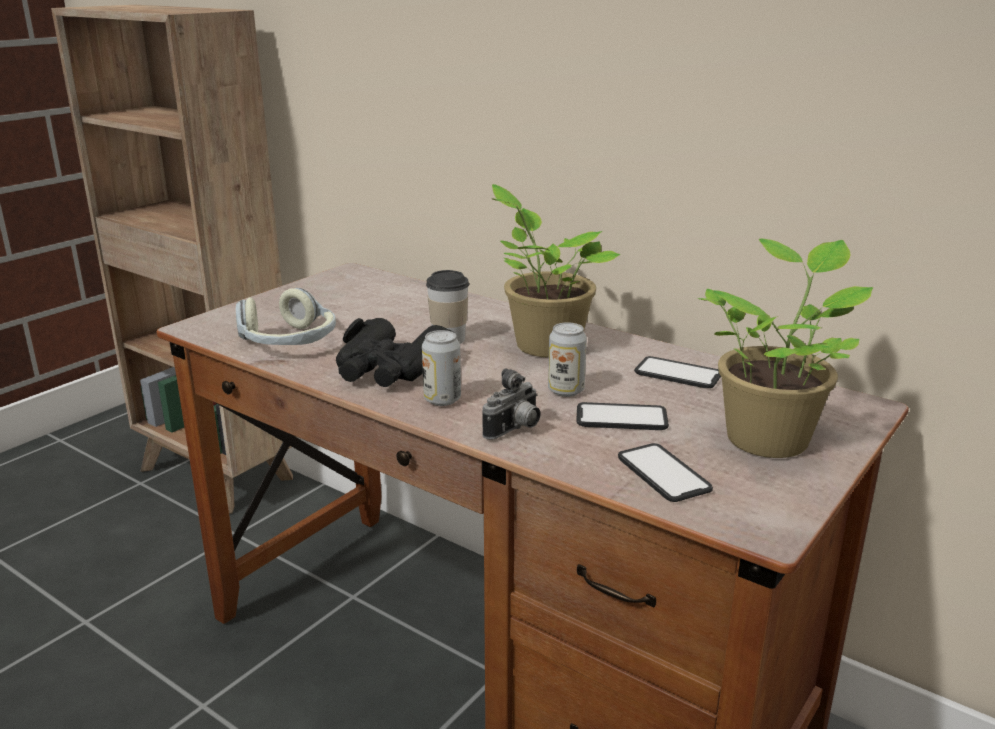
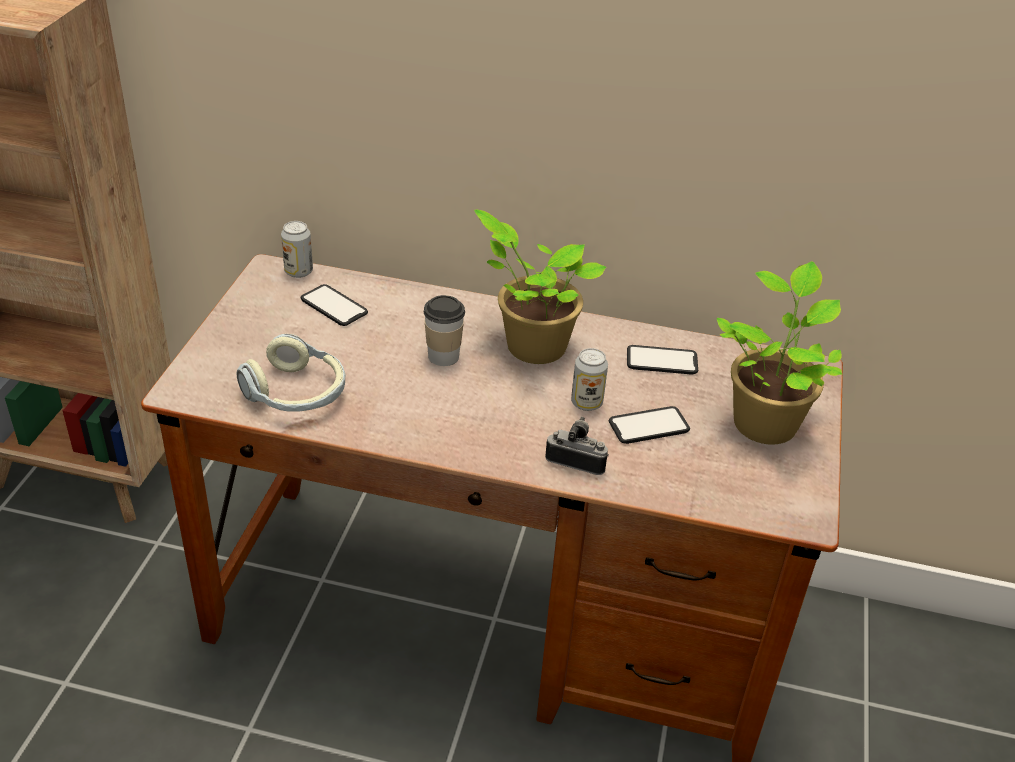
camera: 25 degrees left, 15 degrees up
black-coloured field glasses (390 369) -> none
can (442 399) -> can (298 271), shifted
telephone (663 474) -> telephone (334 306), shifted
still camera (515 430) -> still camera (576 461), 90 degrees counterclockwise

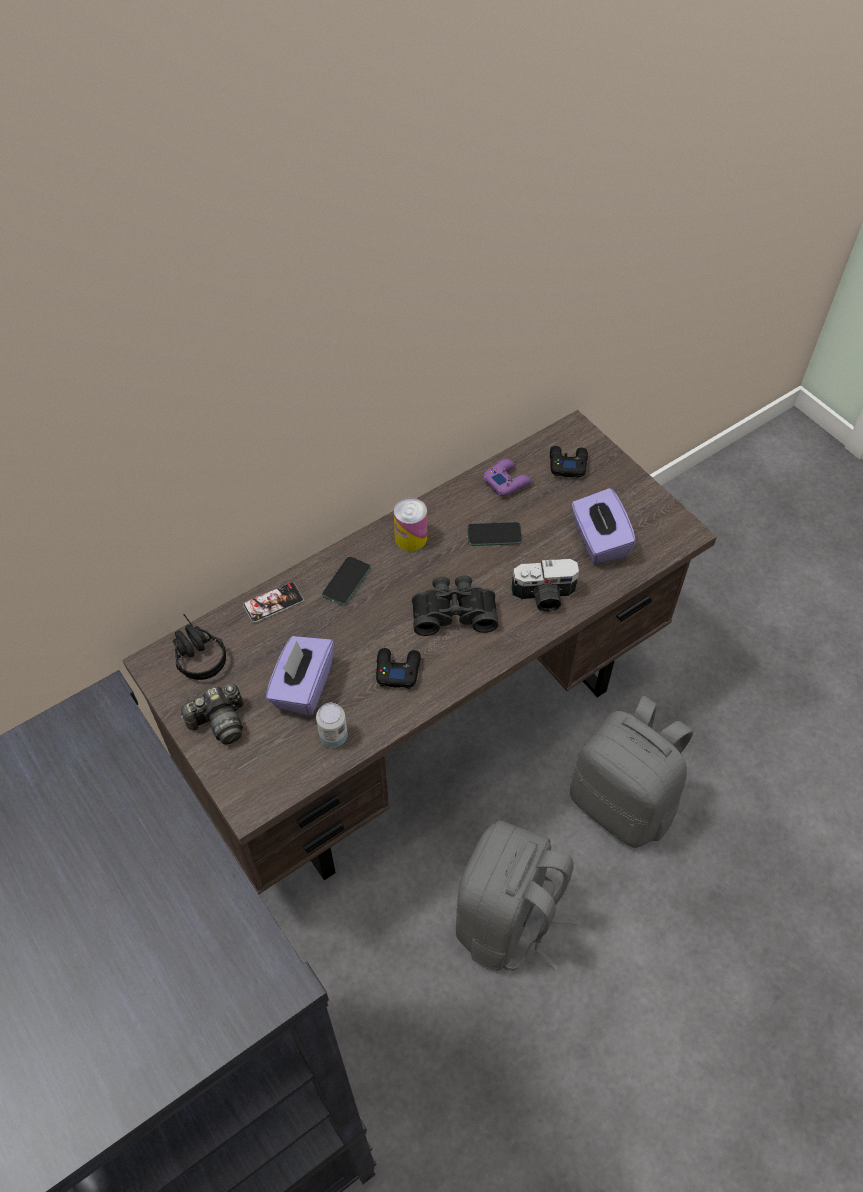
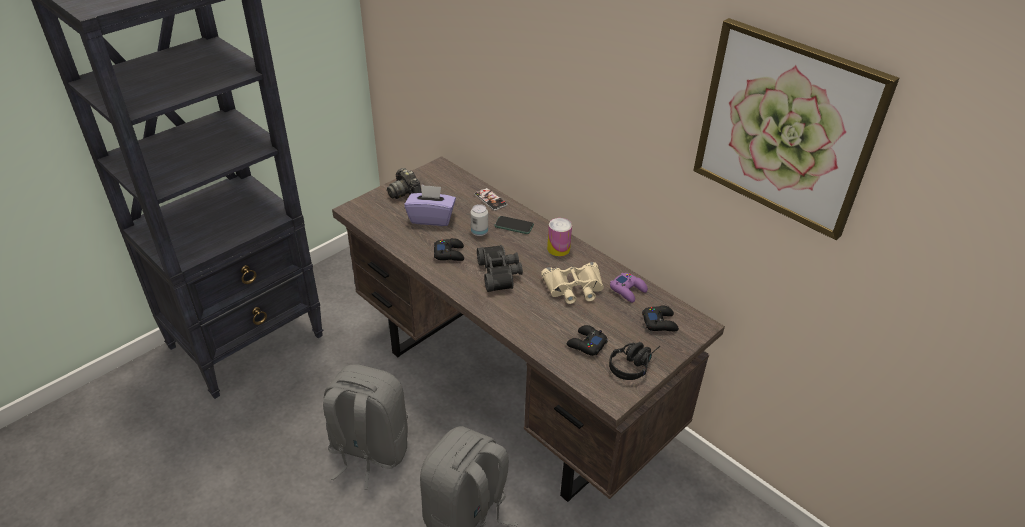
camera: 80 degrees right, 15 degrees down
still camera (544 597) -> none
none -> wall art (785 128)
black-coloured headphones (196 653) -> black-coloured headphones (634 364), shifted
can (333 736) -> can (479 232), shifted
telephone (494 535) -> sand-coloured field glasses (574 288)
purple-coloured tissue holder (598 541) -> black-coloured game controller (586 344)

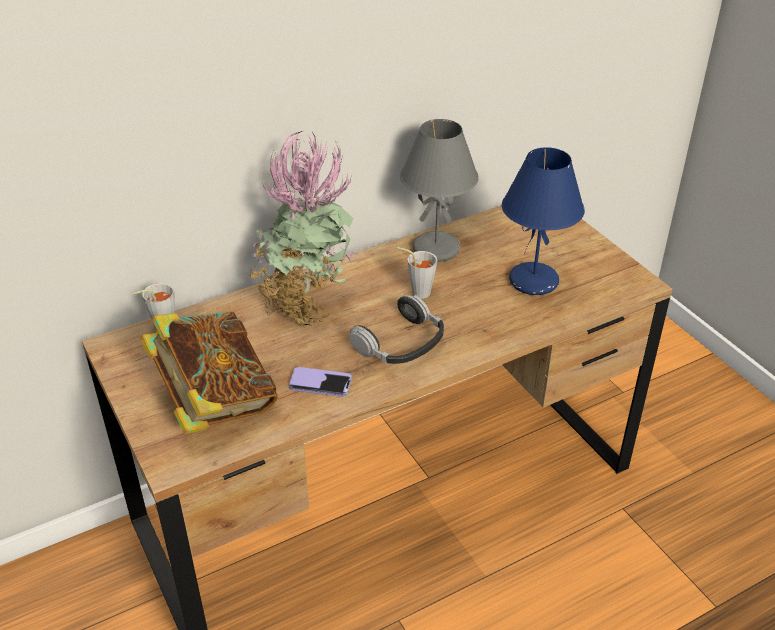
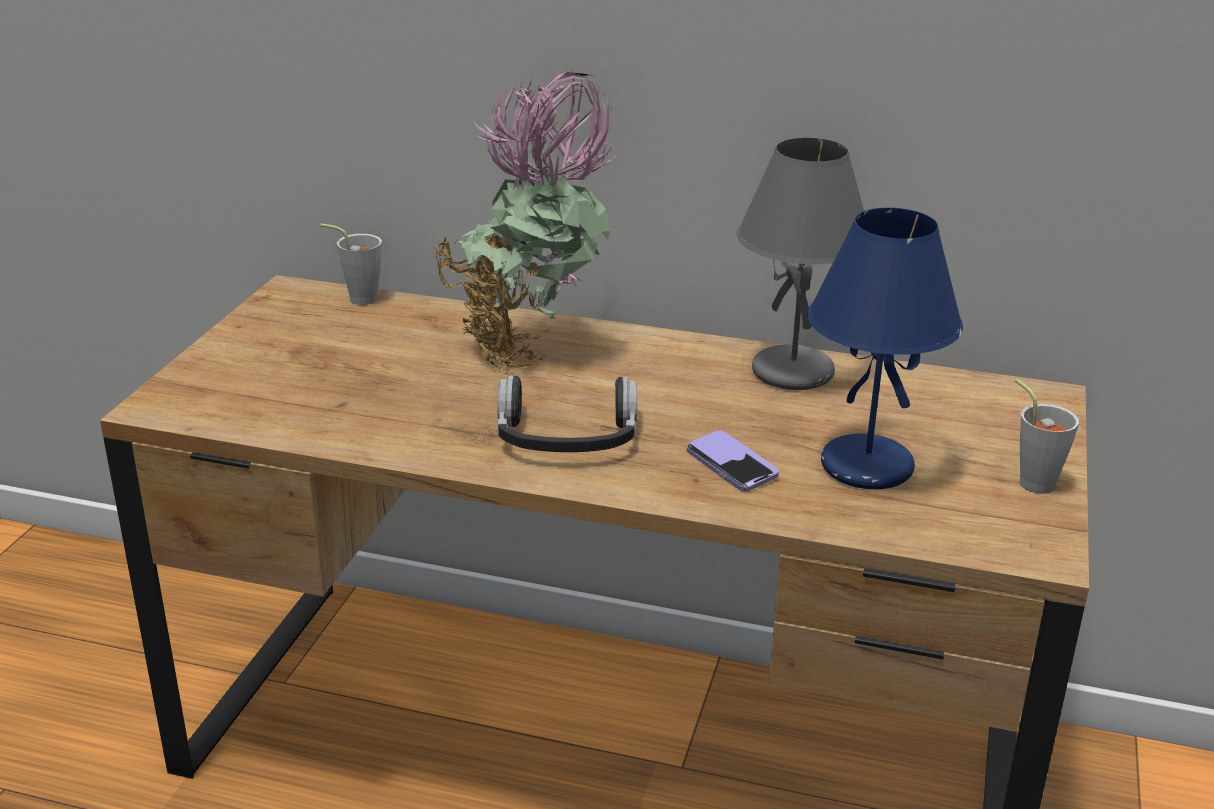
camera: 45 degrees right, 10 degrees down
book (215 403) -> none
telephone (320 383) -> telephone (731 464), shifted
grey cup (417 291) -> grey cup (1031 480), shifted

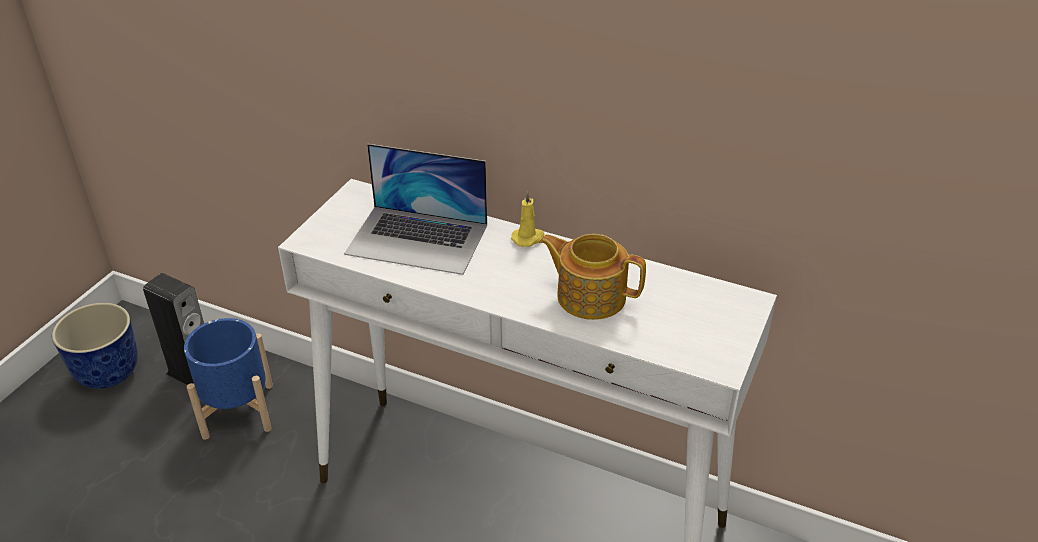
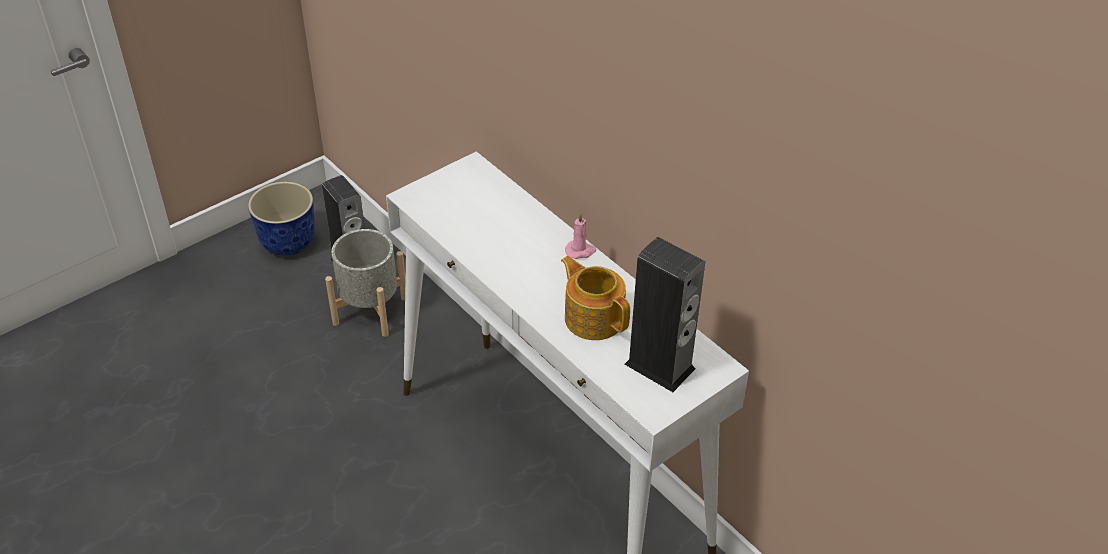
camera: 25 degrees right, 5 degrees up
notebook computer (417 239) -> none
none -> speaker (659 366)
blue plant pot (237 410) -> grey plant pot (370 310)
yellow wax light (528 238) -> pinkish wax light (580 251)

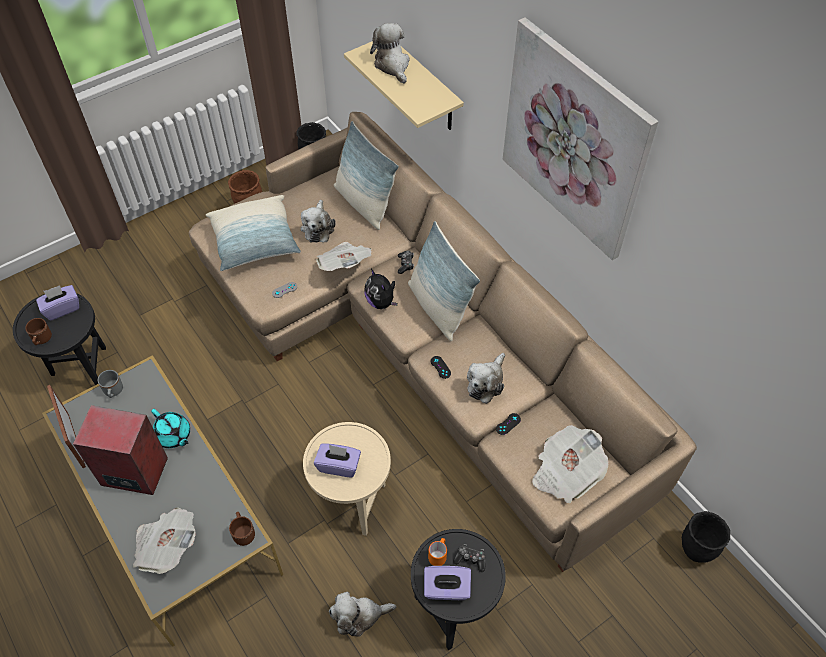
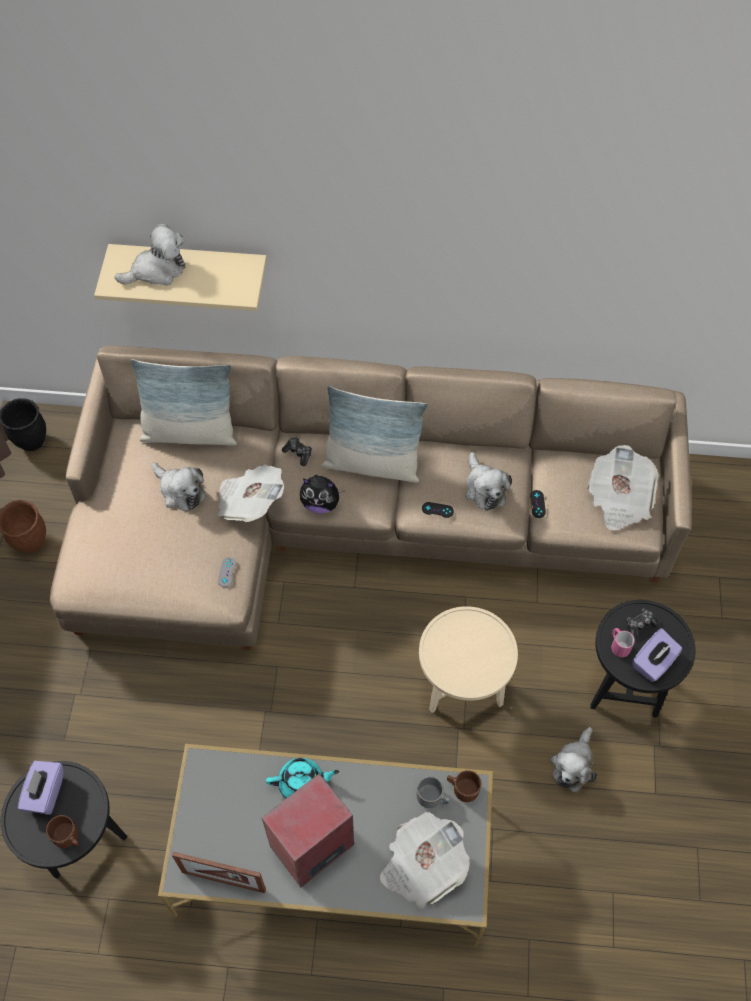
camera: 50 degrees left, 5 degrees up
throw pillow (255 242) -> none
purple-coloured tissue holder (339 465) -> none
wall art (574 140) -> none
black-coloured plant pot (696 550) -> none
grey mug (113 392) -> grey mug (432 798), shifted
orange-coloured mug (438 555) -> pinkish mug (618 646)
soft toy (392 65) -> soft toy (157 270), 135 degrees clockwise

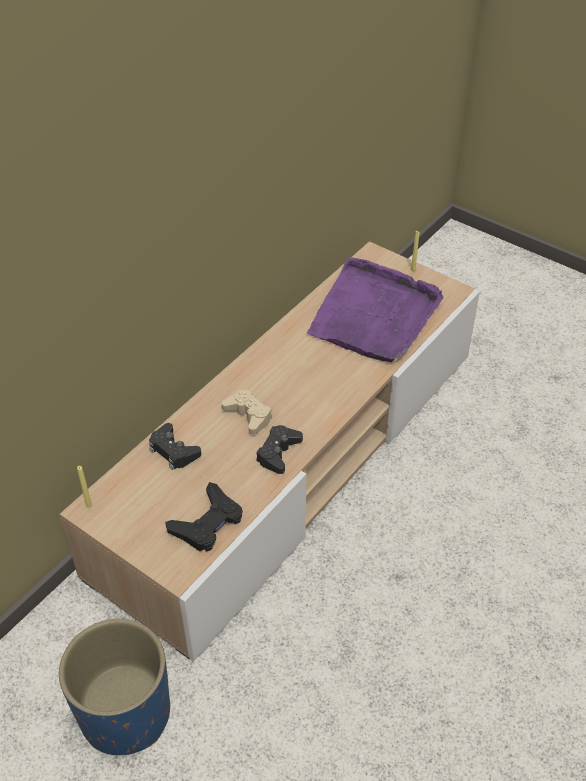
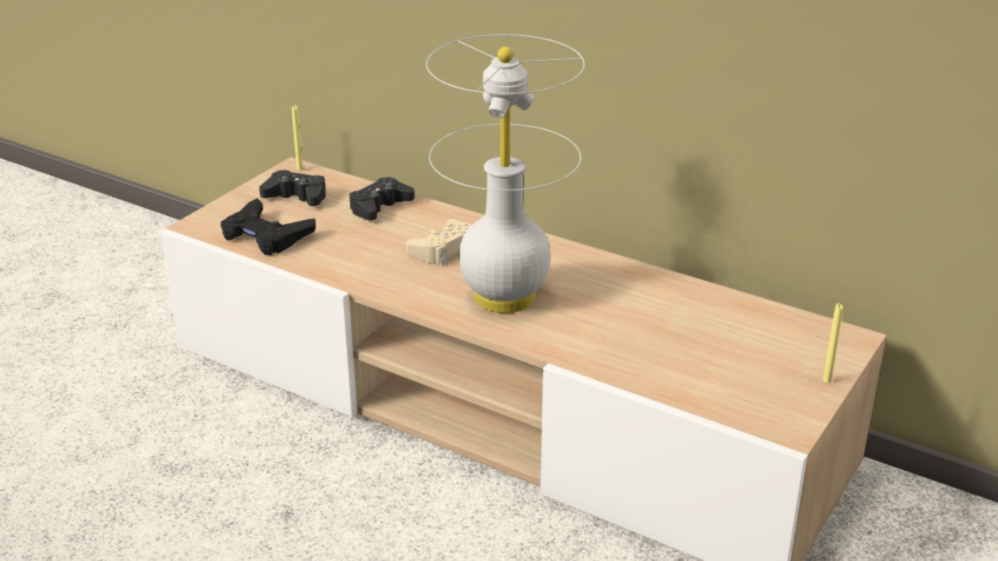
camera: 85 degrees right, 15 degrees down
blue plant pot (125 713) -> none
purple-coloured carrying tray (374 315) -> none
none -> white-coloured tabletop lamp (505 296)
black-coloured game controller (278 453) -> black-coloured game controller (296 196), shifted

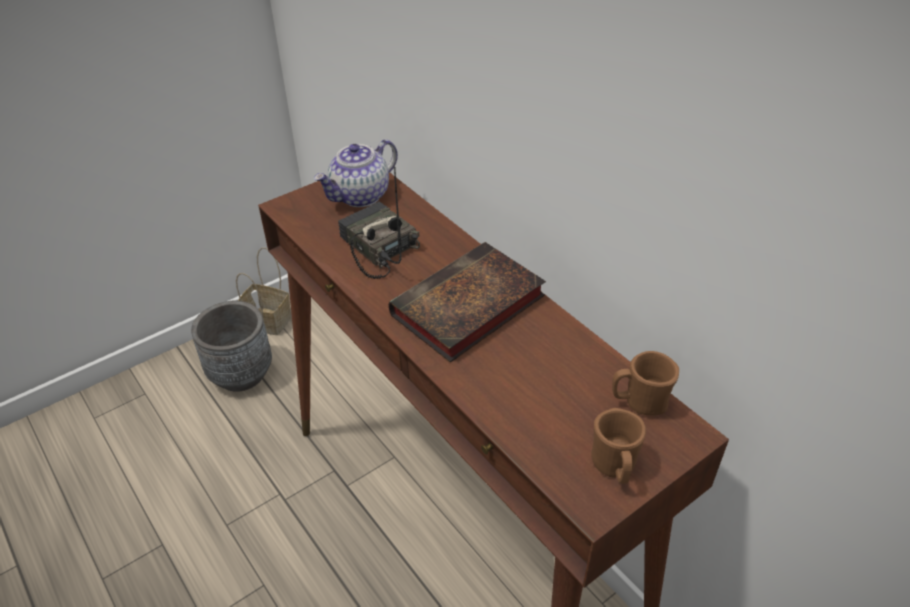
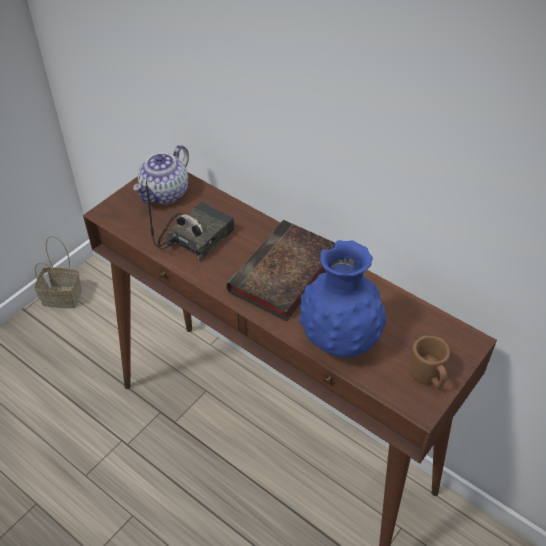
camera: 15 degrees left, 5 degrees up
grey plant pot (241 374) -> none
brown mug (639 402) -> none
none -> blue flower vase (339 339)
radio set (376 247) -> radio set (195 237), 90 degrees clockwise

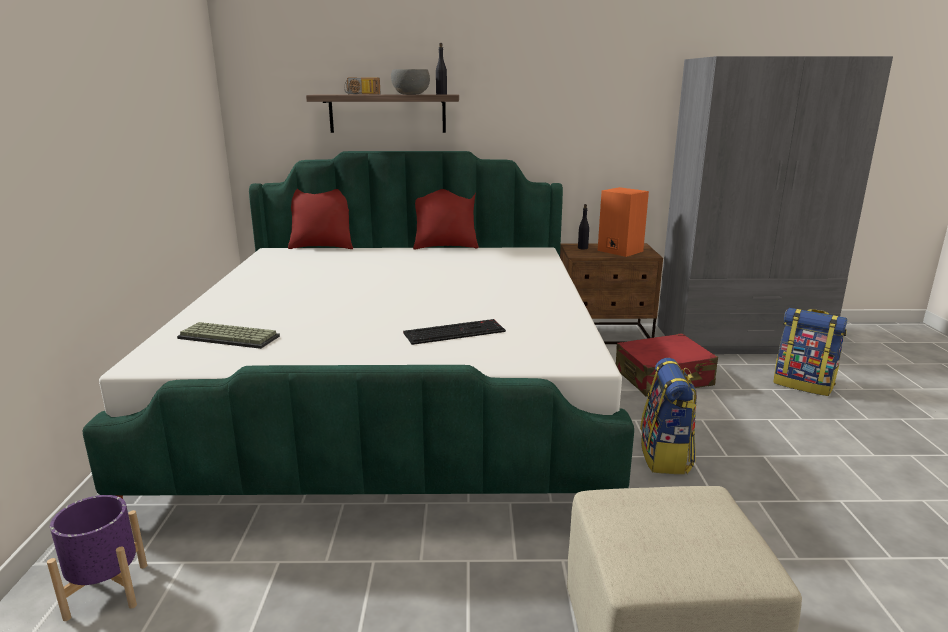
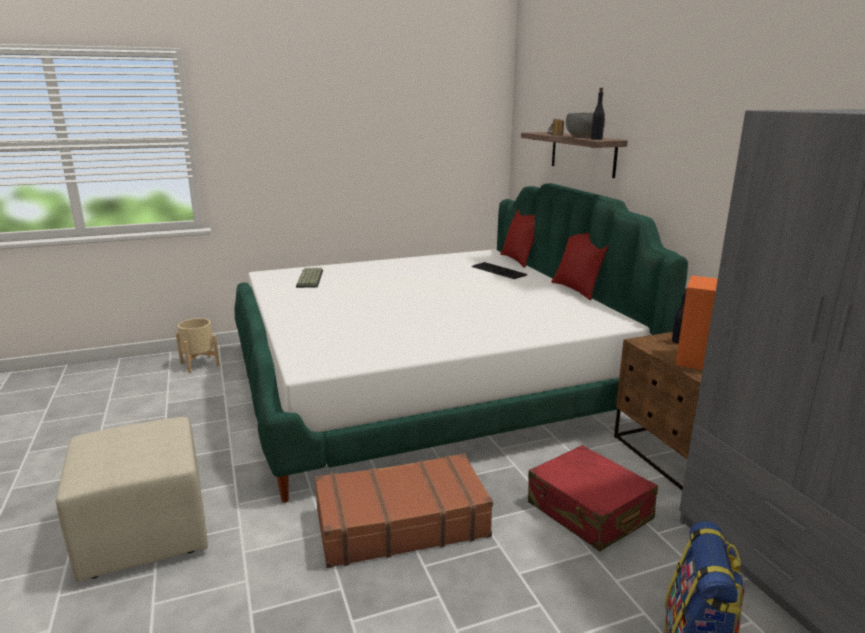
camera: 70 degrees right, 0 degrees up
PC keyboard (455 332) -> PC keyboard (499 271), shifted
backpack (666 457) -> brown travel case (401 523)
purple-coloured plant pot (107 591) -> sand-coloured plant pot (199 364)

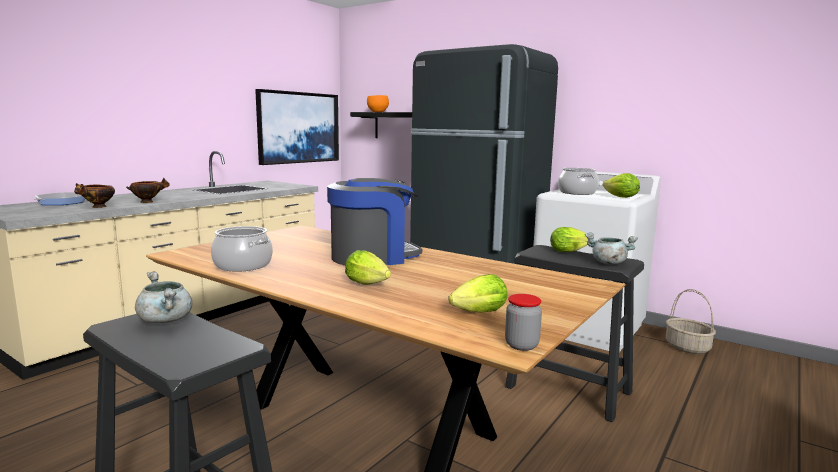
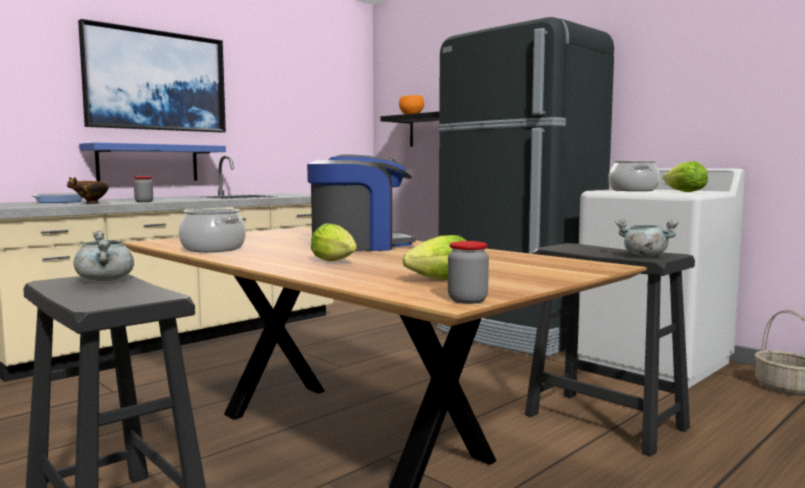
camera: 10 degrees right, 5 degrees down
head of lettuce (570 251) -> none
none -> blue bracket shelf (148 163)
wall art (298 127) -> wall art (156 81), shifted
deep dish (148 202) -> storage jar (144 201)

